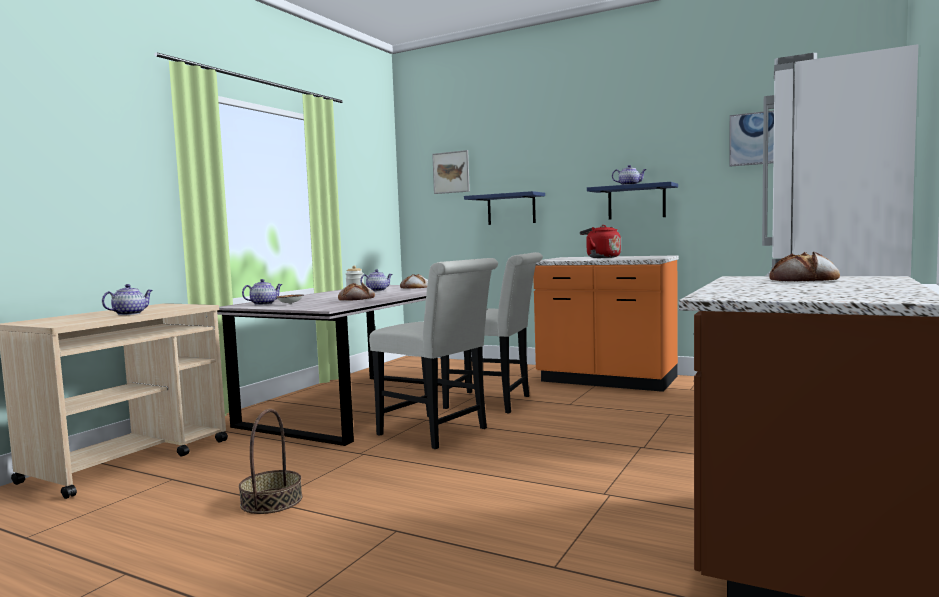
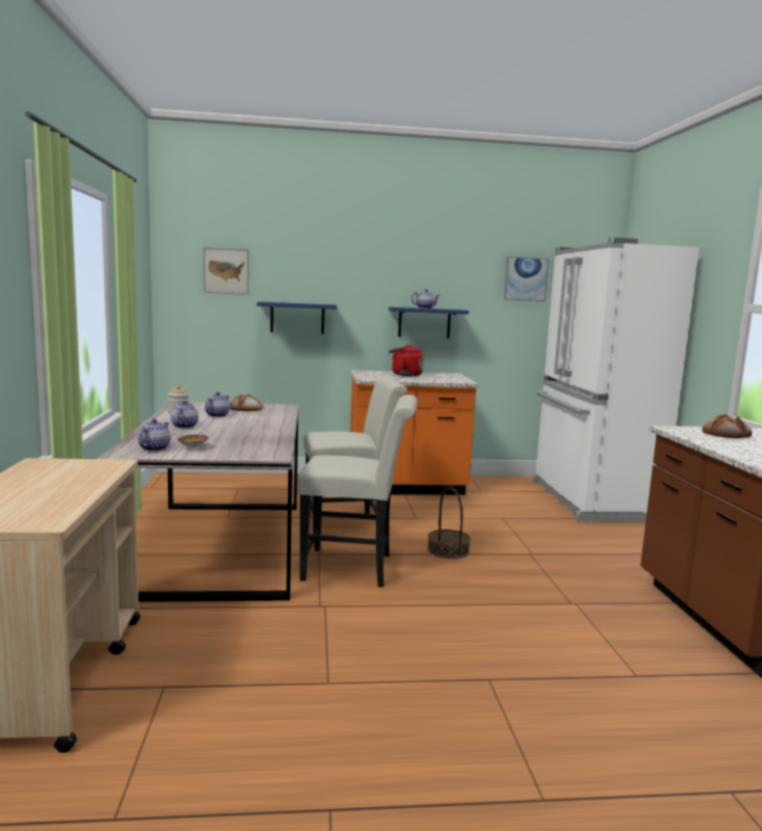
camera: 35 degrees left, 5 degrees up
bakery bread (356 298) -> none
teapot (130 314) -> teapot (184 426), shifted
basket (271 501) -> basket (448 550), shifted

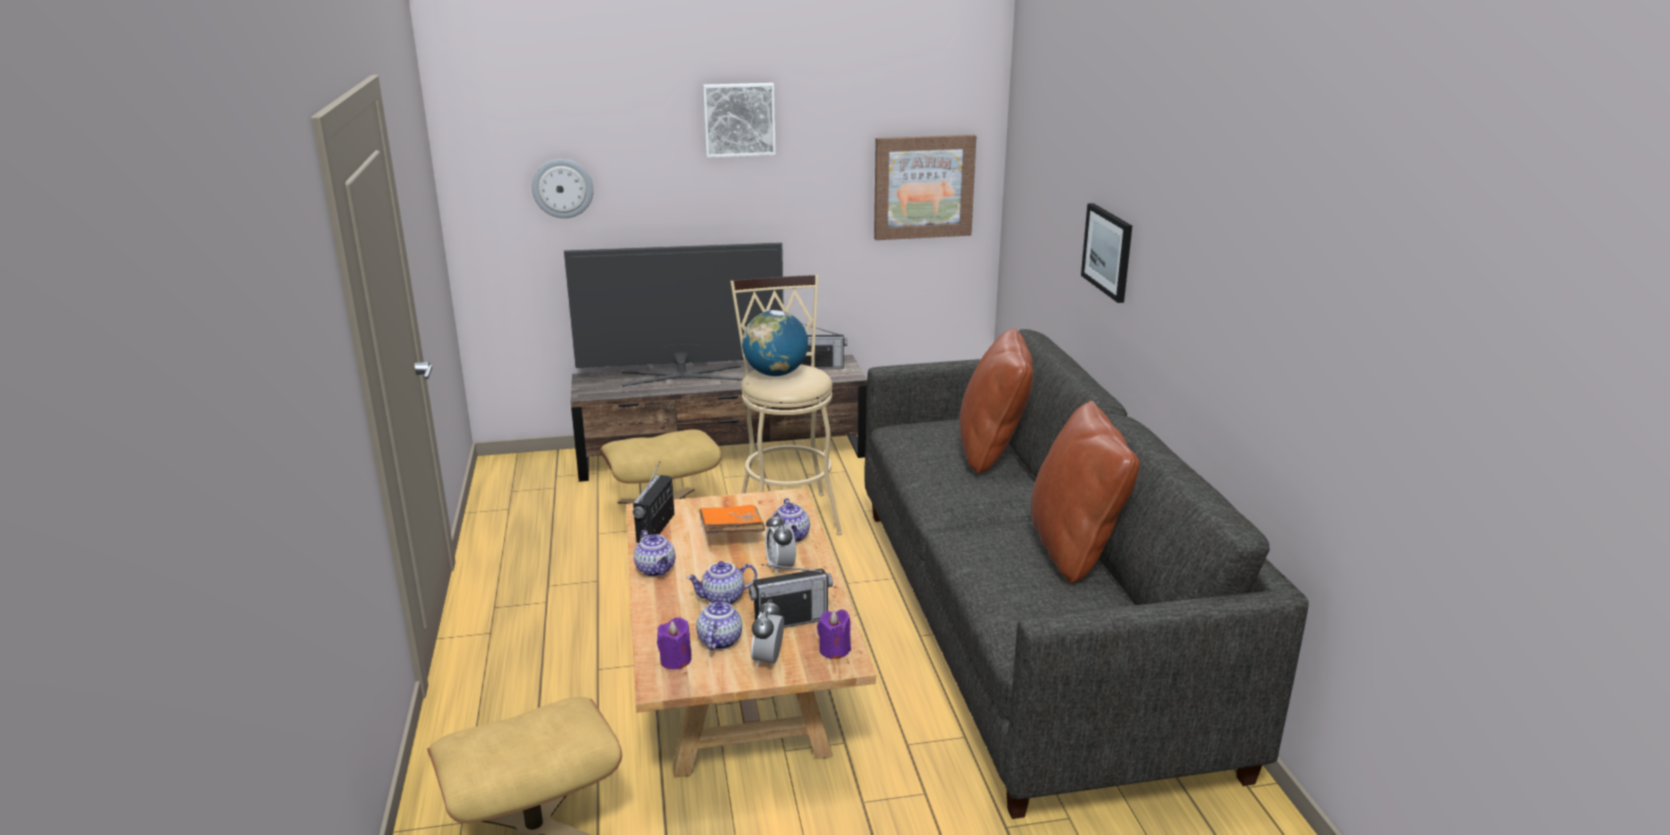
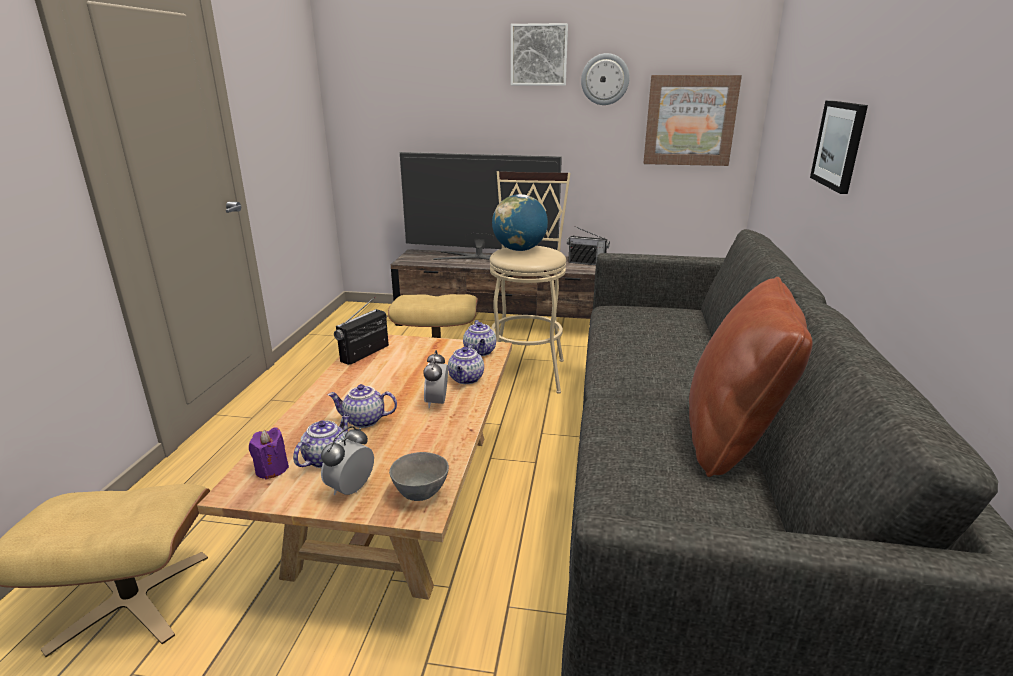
camera: 20 degrees right, 0 degrees up
orange-coloured book (731 532) -> none
radio set (791 621) -> none
brown throw pillow (992 451) -> none
wall clock (562 188) -> wall clock (605 79), shifted
teapot (656 570) -> teapot (480 352), shifted
purple-coloured wax light (834 650) -> grey deep dish (421 494)

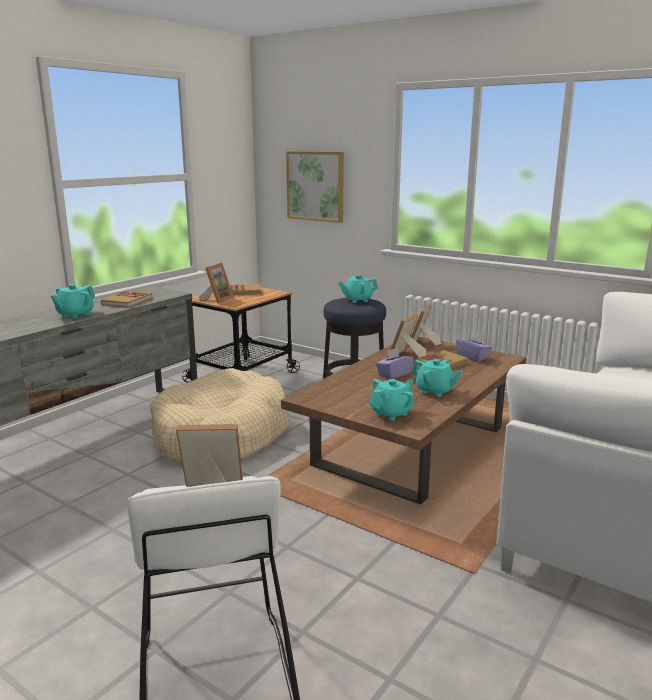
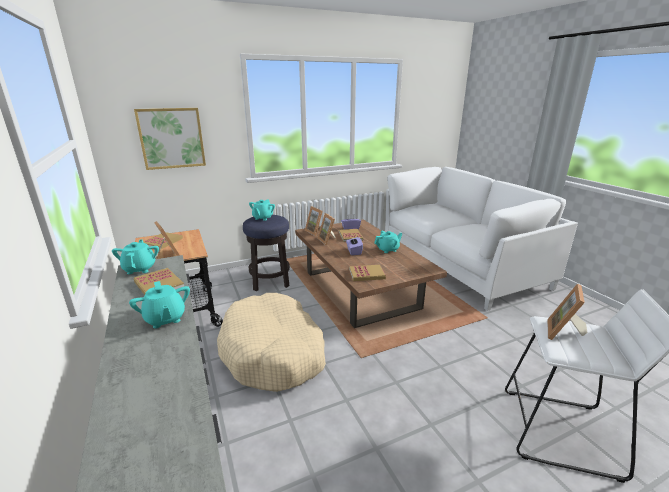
camera: 60 degrees left, 5 degrees up
none -> book (367 274)
turquoise teapot (391 413) -> turquoise teapot (140 269), shifted

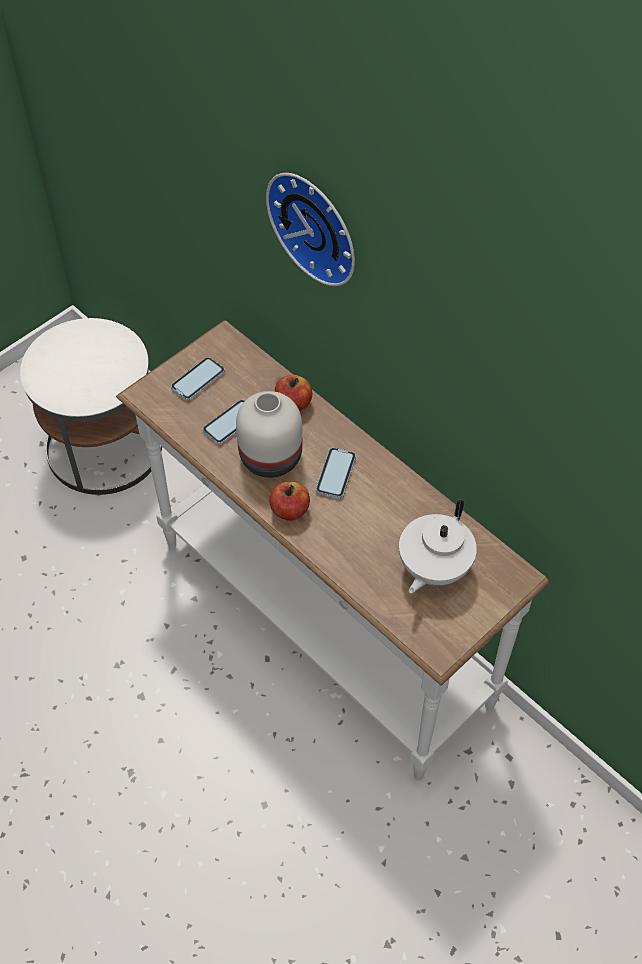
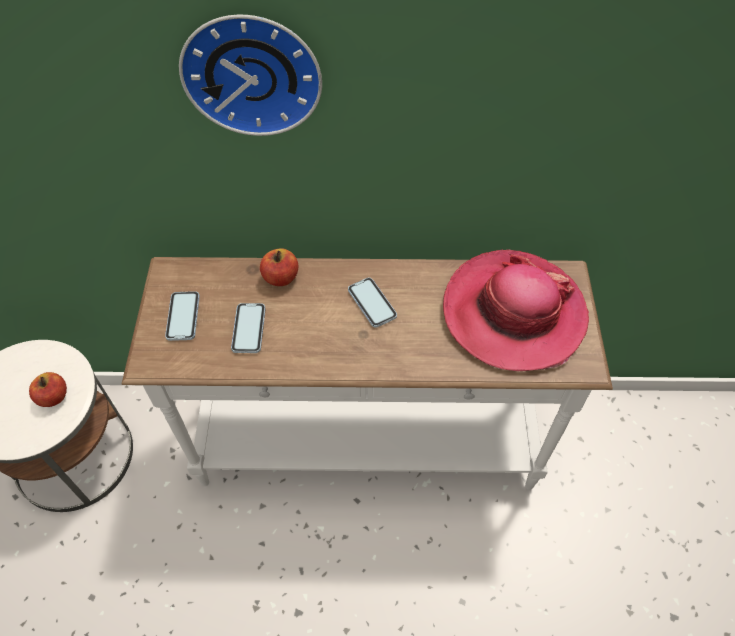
camera: 45 degrees left, 0 degrees up
white-coloured flower vase (271 456) -> none
apple (290 510) -> apple (53 397), shifted
white-coloured teapot (433 568) -> hat (513 313)

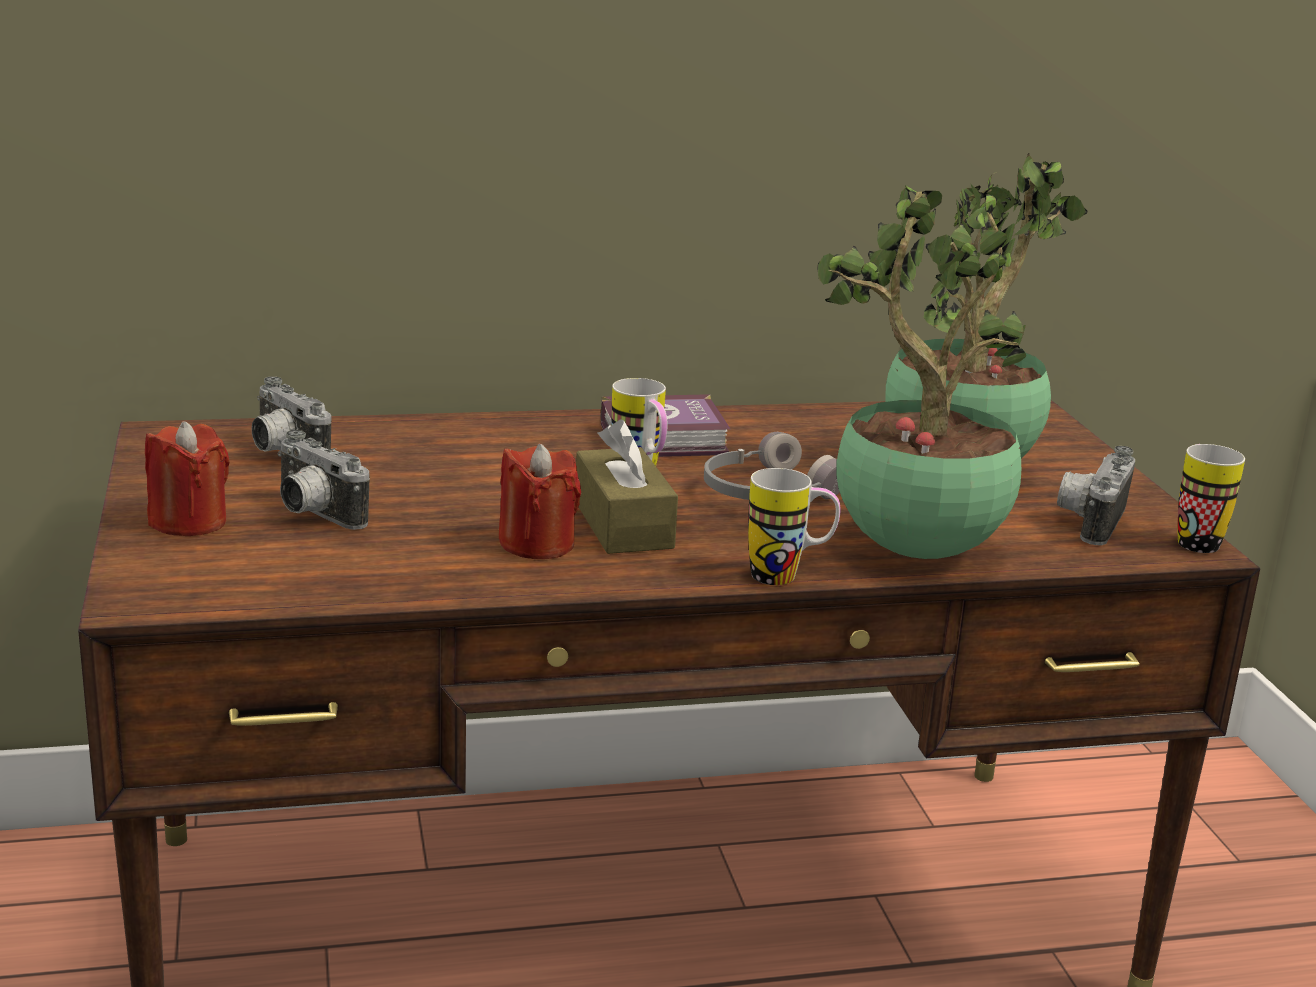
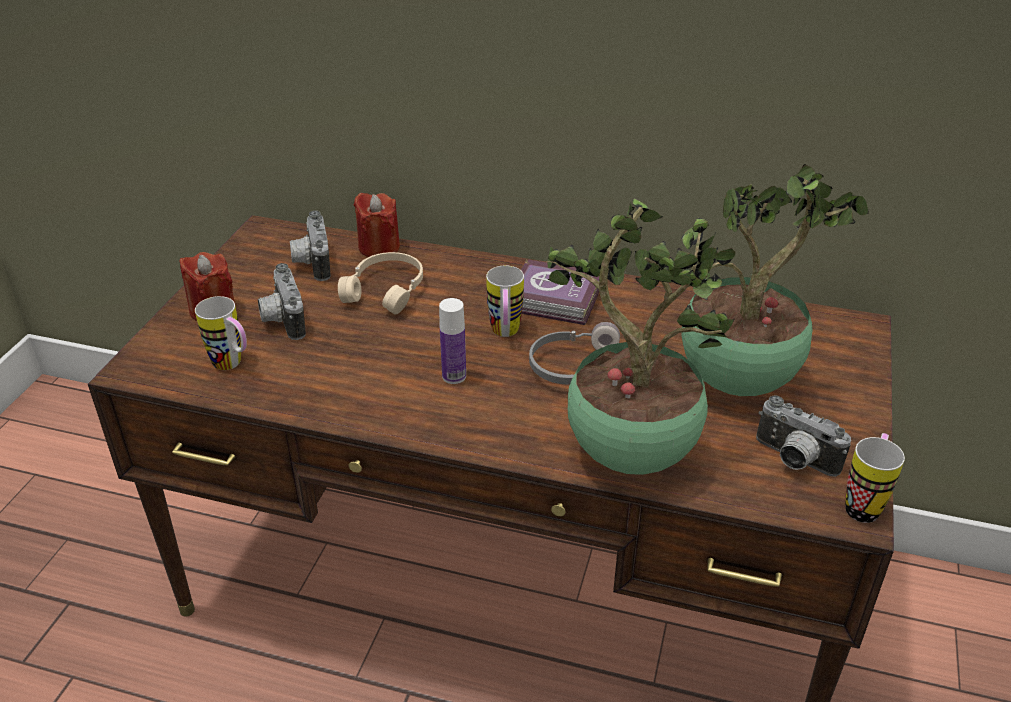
camera: 30 degrees right, 15 degrees up
none -> sand-coloured headphones (387 290)
red-coloured wax light (537 544) -> red-coloured wax light (379 247), shifted
mug (788 578) -> mug (233 365), shifted
brown tissue holder (623 525) -> beverage bottle (454 376)
still camera (1088 521) -> still camera (793 460), 105 degrees counterclockwise

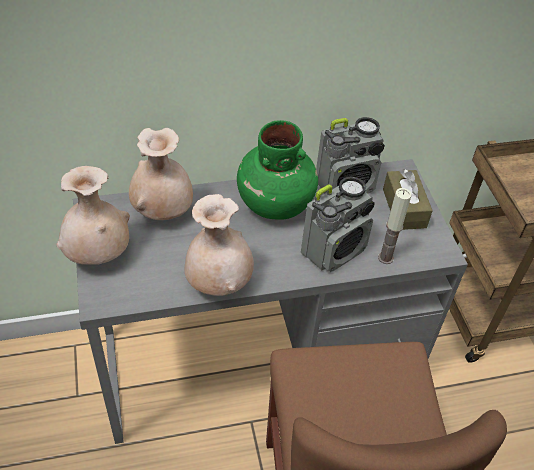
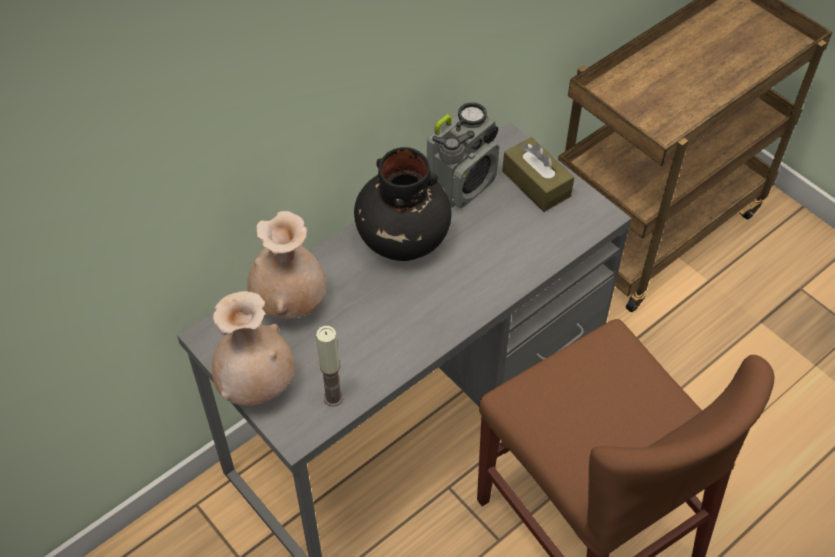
camera: 25 degrees left, 5 degrees up
sand-coloured flower vase (218 282) -> none
radio set (334 251) -> none
wax light (385 258) -> wax light (333 398), shifted
green-coloured flower vase (275 203) -> black-coloured flower vase (402 238)

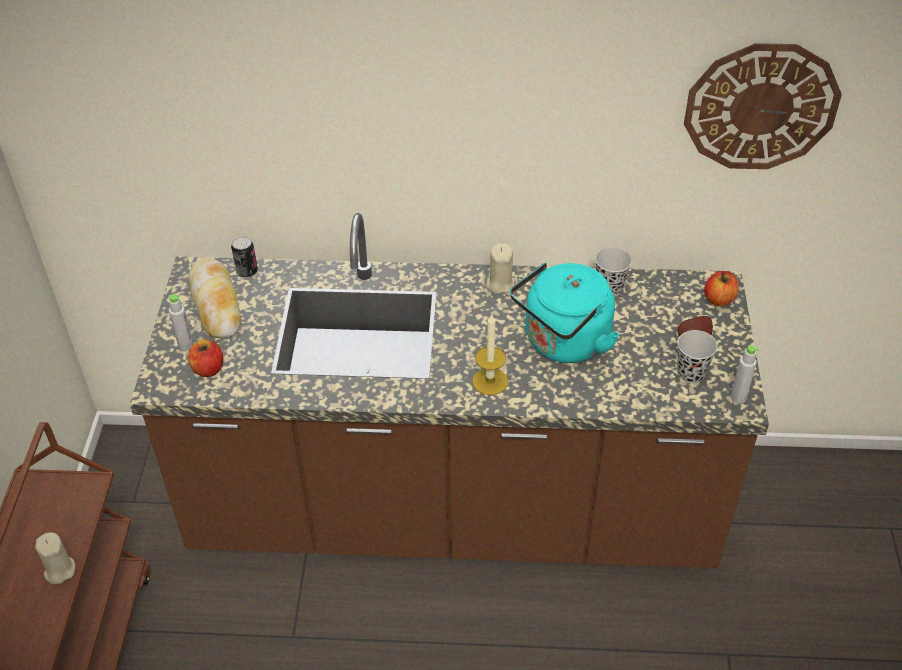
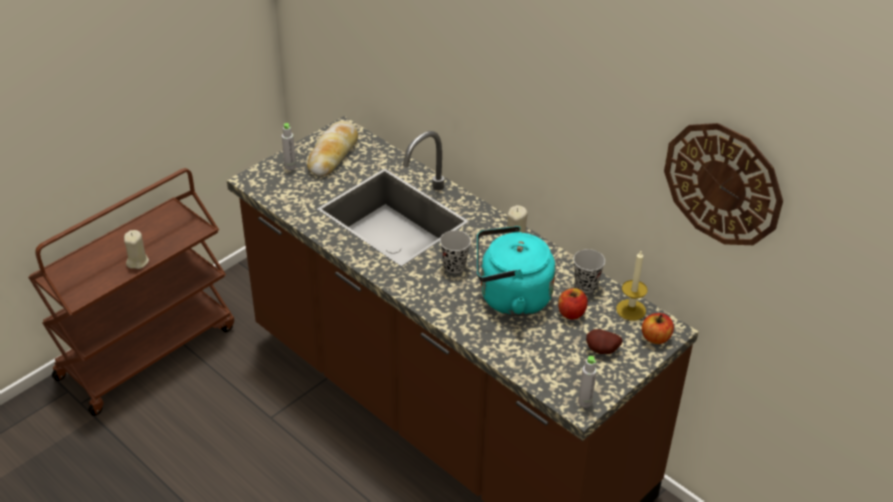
camera: 40 degrees right, 5 degrees down
can (247 271) -> none
apple (208 369) -> apple (571 313), shifted
wax light (490 381) -> wax light (631 310), shifted
black-coloured cup (691 373) -> black-coloured cup (454 266), shifted

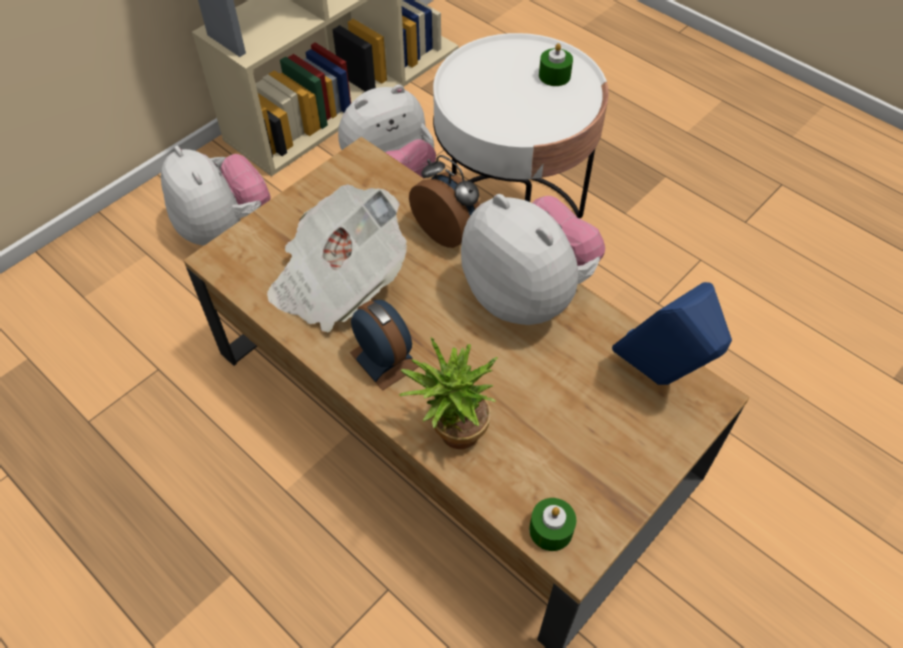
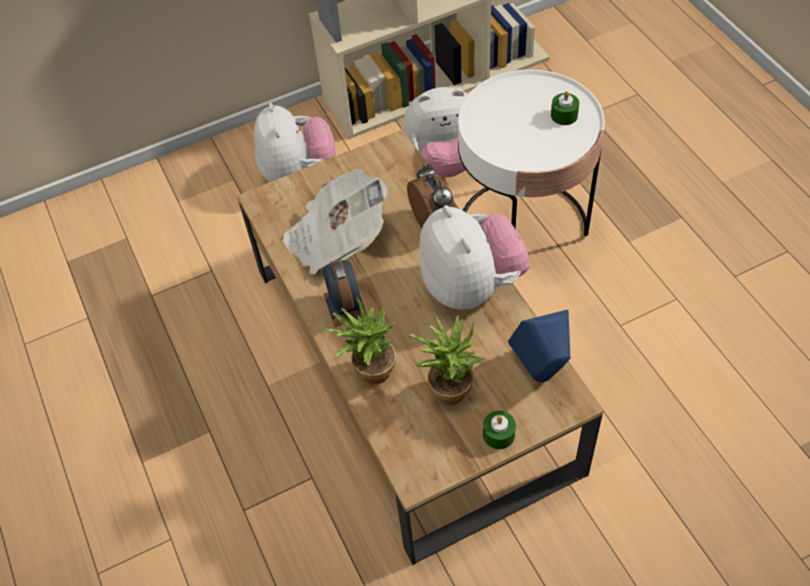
camera: 25 degrees right, 0 degrees up
none -> plant in a pot (448 385)
green-coloured wax light (551 530) -> green-coloured wax light (498 434), shifted

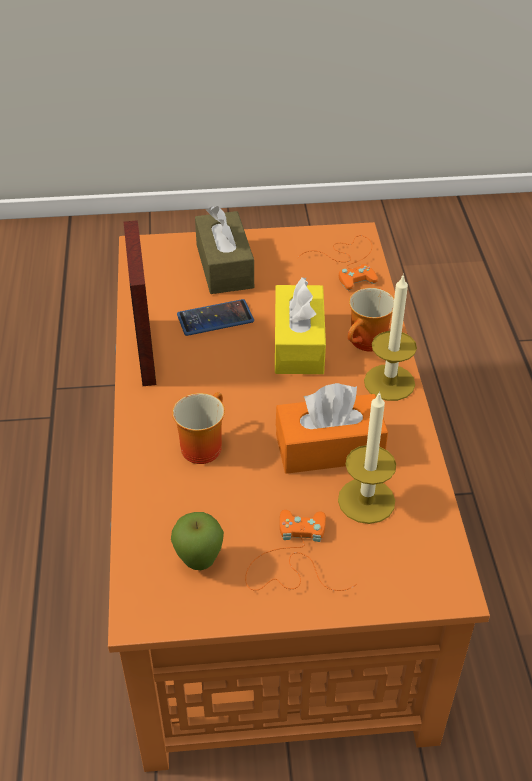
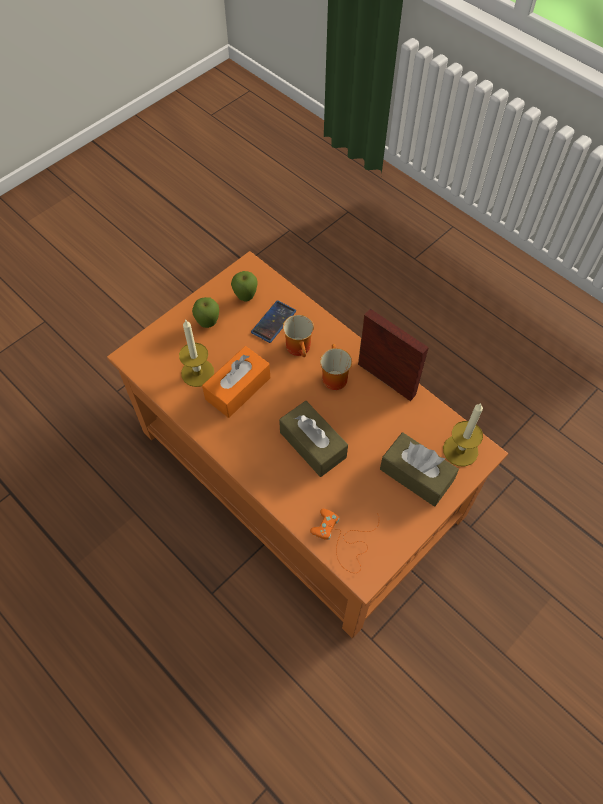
camera: 140 degrees right, 15 degrees up
telephone (215 318) -> telephone (273 322), shifted
mug (368 343) -> mug (332 377), shifted
wax light (389 382) -> wax light (460 450), shifted
orange-coloured game controller (293 559) -> apple (208 324)
yellow tissue holder (298 343) -> brown tissue holder (313 445)

